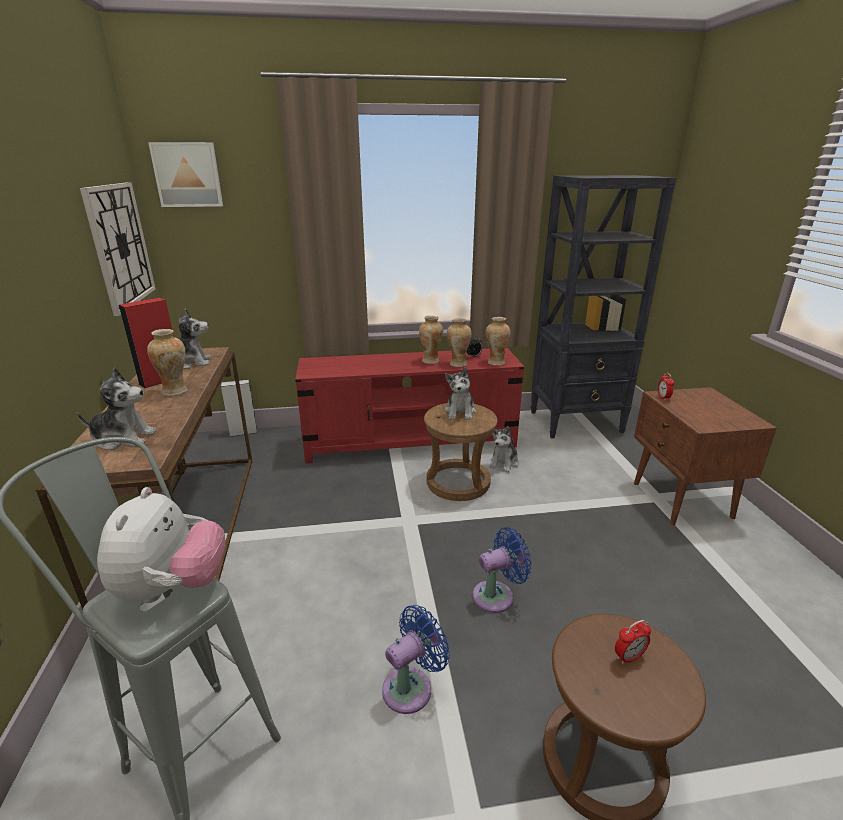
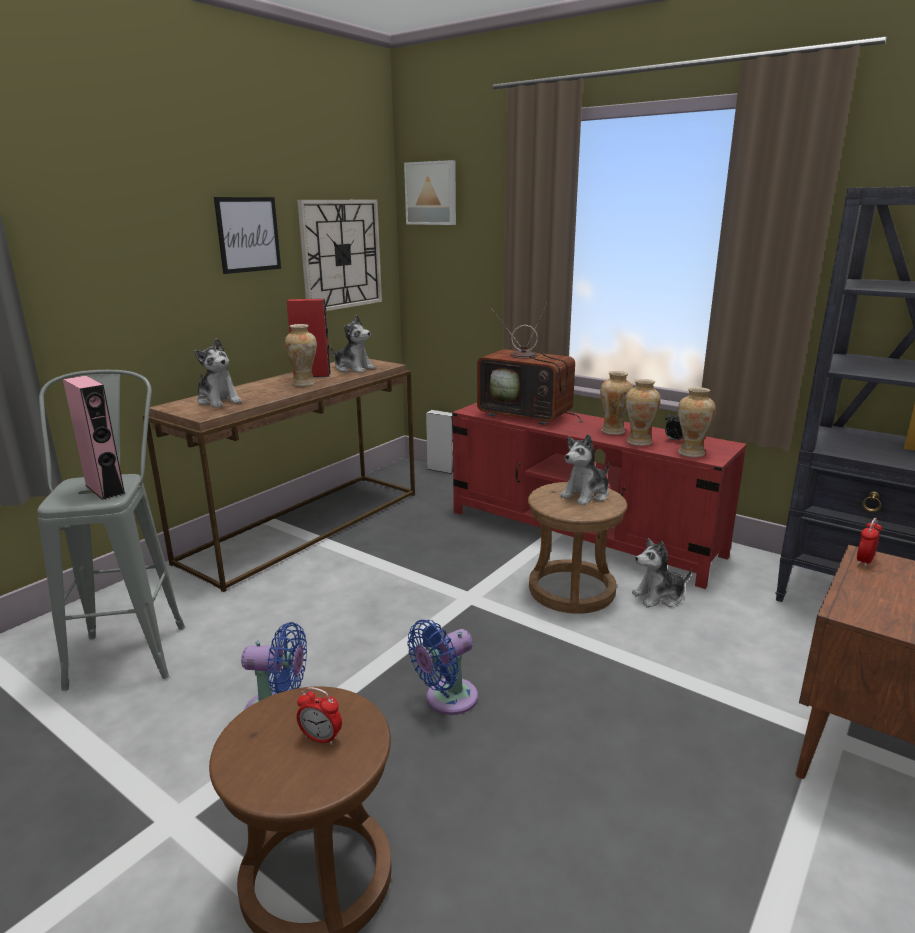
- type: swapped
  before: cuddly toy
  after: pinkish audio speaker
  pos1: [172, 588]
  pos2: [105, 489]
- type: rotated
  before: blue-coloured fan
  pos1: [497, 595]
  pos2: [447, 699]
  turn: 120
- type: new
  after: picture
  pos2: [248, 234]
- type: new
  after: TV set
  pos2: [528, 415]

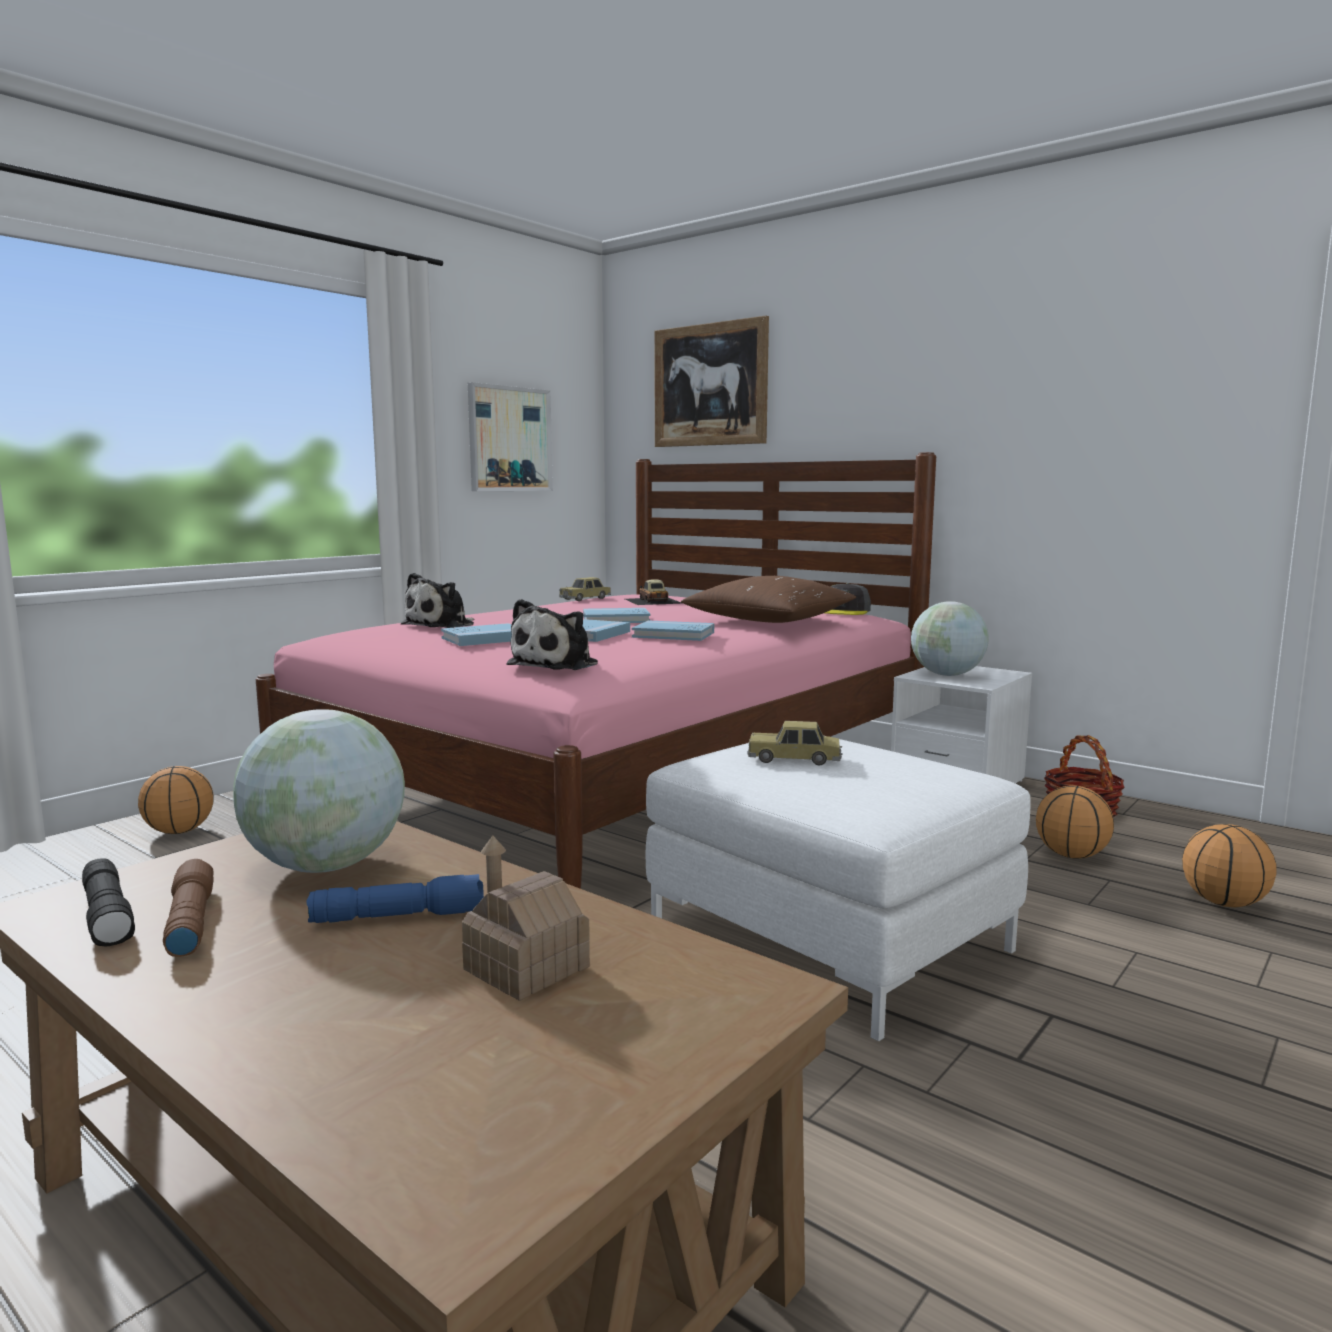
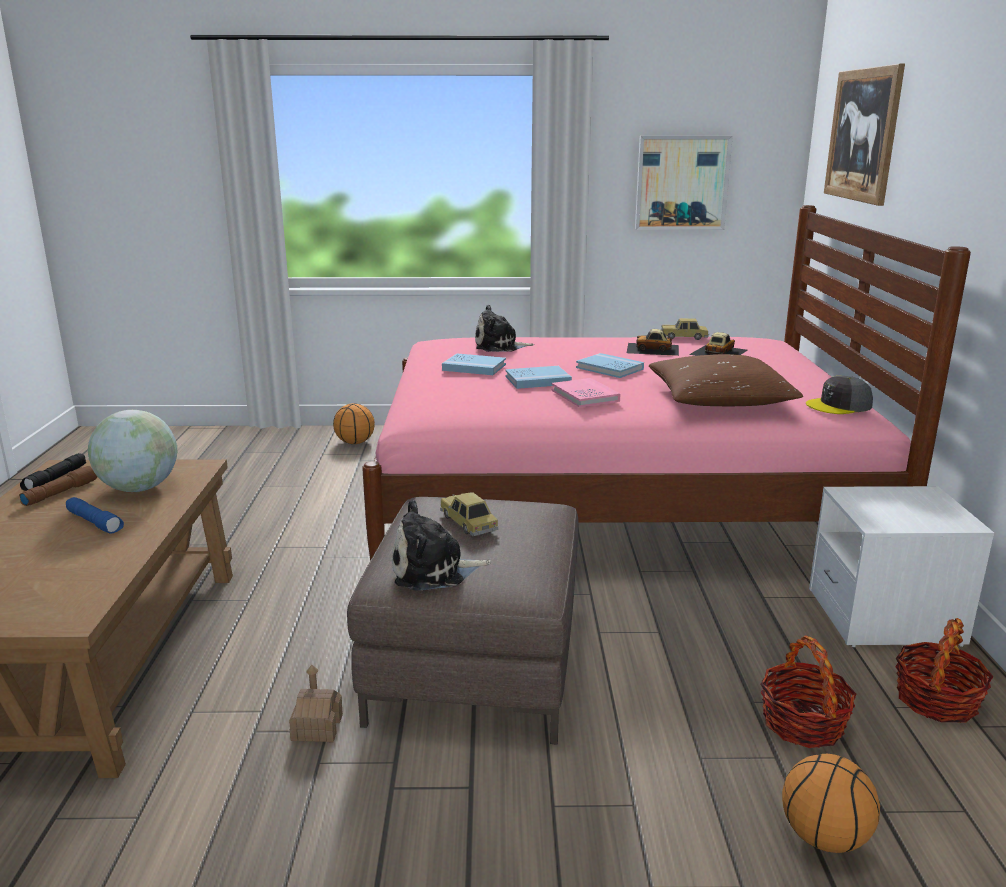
- type: shifted
  before: miniature house
  pos1: [526, 968]
  pos2: [317, 727]
- type: shifted
  before: cuddly toy
  pos1: [557, 664]
  pos2: [433, 571]
- type: repainted
  before: blue-coloured volume
  after: pinkish volume
  pos1: [673, 635]
  pos2: [585, 396]
- type: repainted
  before: whitish footrest
  after: brownish footrest
  pos1: [829, 938]
  pos2: [477, 663]
- type: gone
  before: globe
  pos1: [947, 675]
- type: swapped
  before: basketball
  after: storage basket
  pos1: [1072, 855]
  pos2: [803, 723]
- type: new
  after: toy car
  pos2: [653, 349]

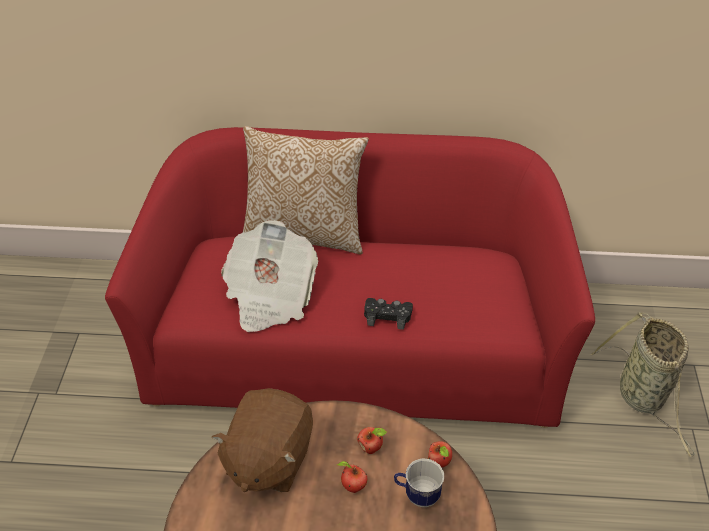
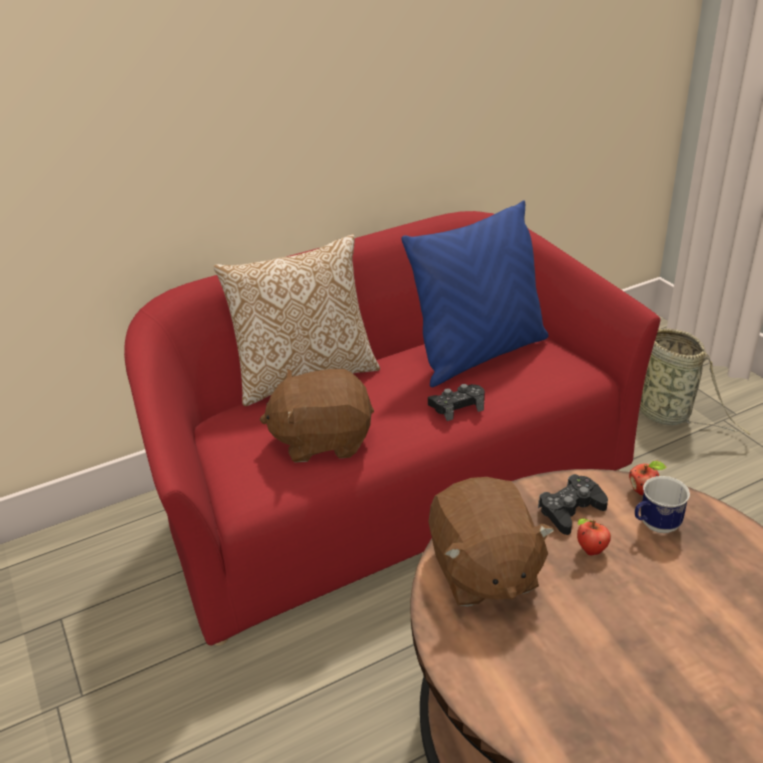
- type: swapped
  before: daily paper
  after: brownish cuddly toy
  pos1: [269, 296]
  pos2: [322, 440]
- type: swapped
  before: whole apple
  after: black-coloured gamepad
  pos1: [371, 448]
  pos2: [571, 510]
- type: new
  after: blue-coloured pillow
  pos2: [479, 355]

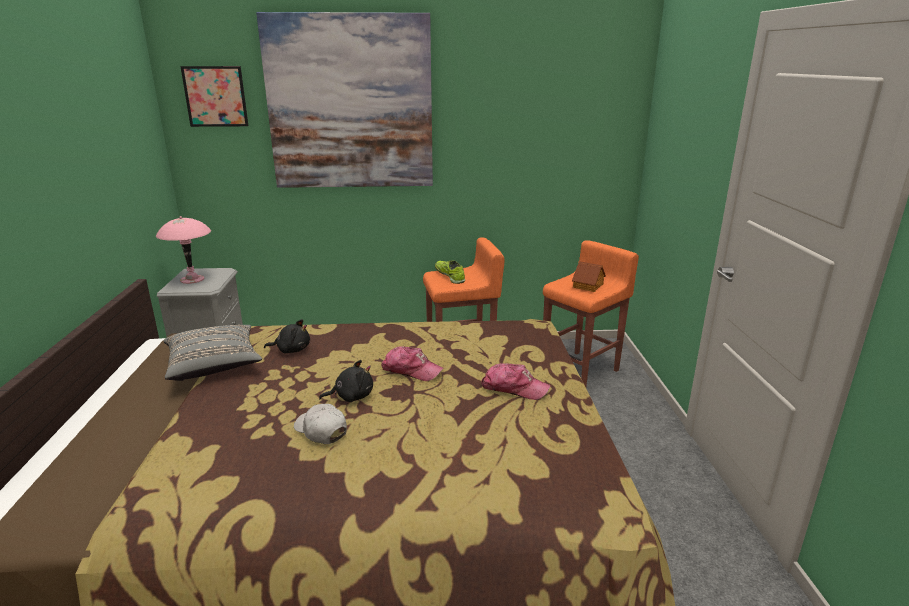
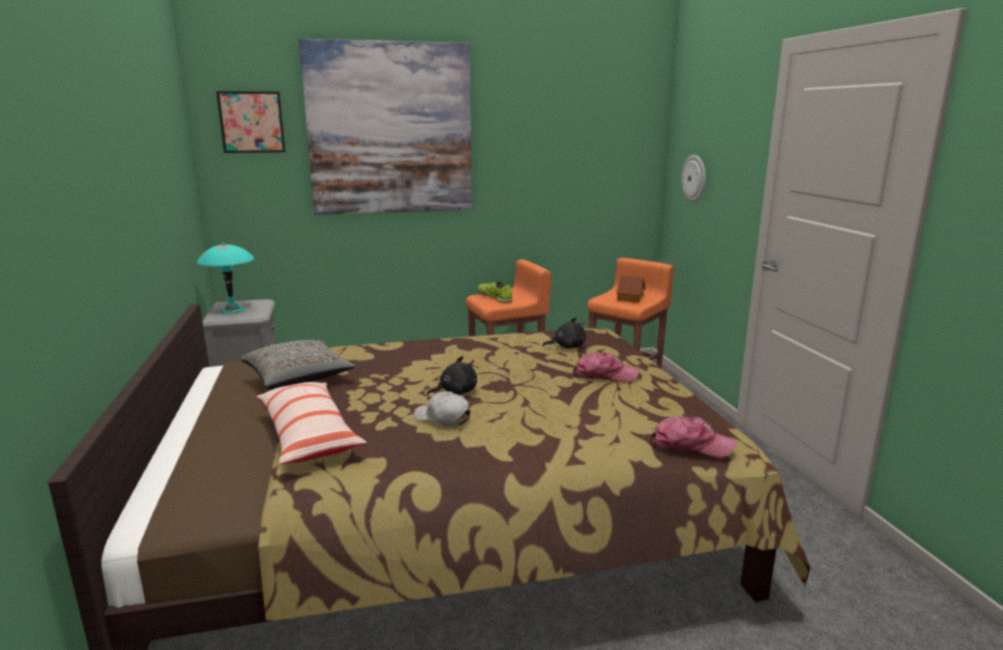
- type: repainted
  before: pinkish tabletop lamp
  after: turquoise-coloured tabletop lamp
  pos1: [192, 279]
  pos2: [232, 310]
- type: shifted
  before: black-coloured cuddly toy
  pos1: [291, 350]
  pos2: [567, 347]
- type: shifted
  before: peaked cap
  pos1: [411, 370]
  pos2: [690, 446]
- type: new
  after: pillow
  pos2: [308, 435]
- type: new
  after: hanging clock
  pos2: [694, 178]

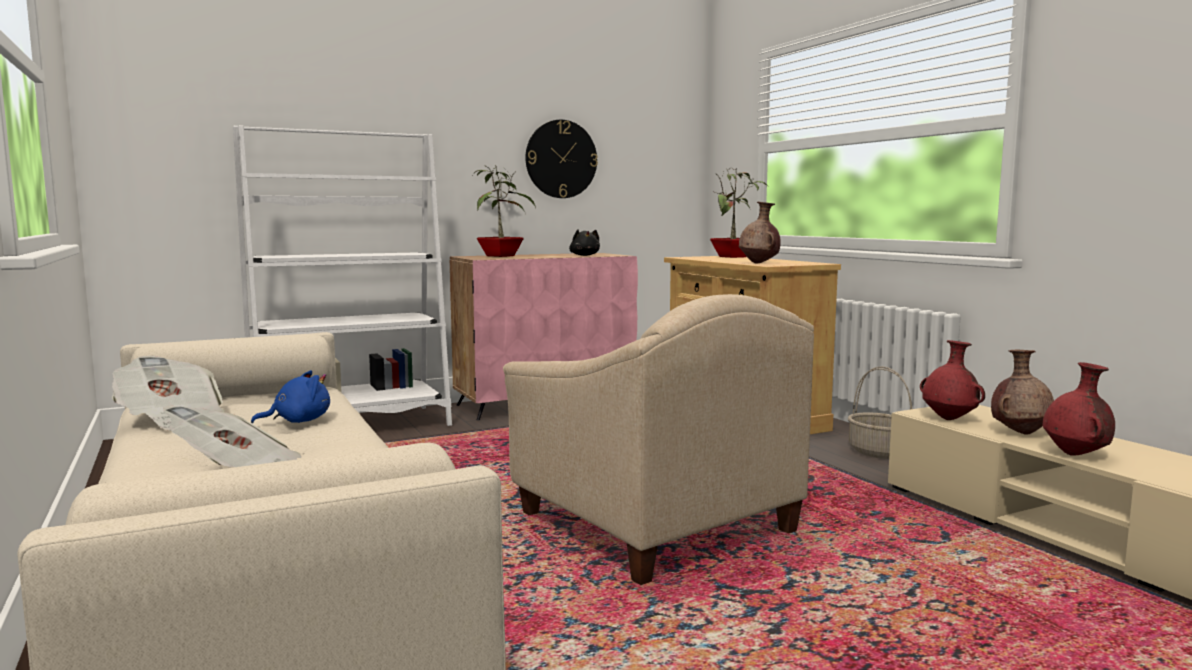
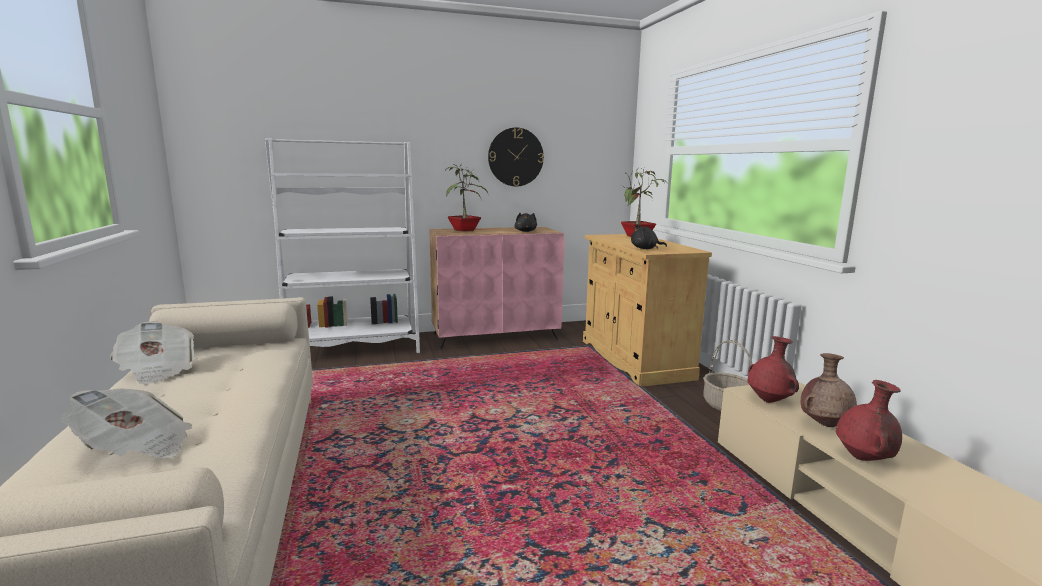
- type: gone
  before: blue-coloured cuddly toy
  pos1: [298, 421]
- type: gone
  before: sand-coloured armchair
  pos1: [651, 524]
- type: swapped
  before: brownish decorative vase
  after: black-coloured cuddly toy
  pos1: [759, 263]
  pos2: [645, 248]

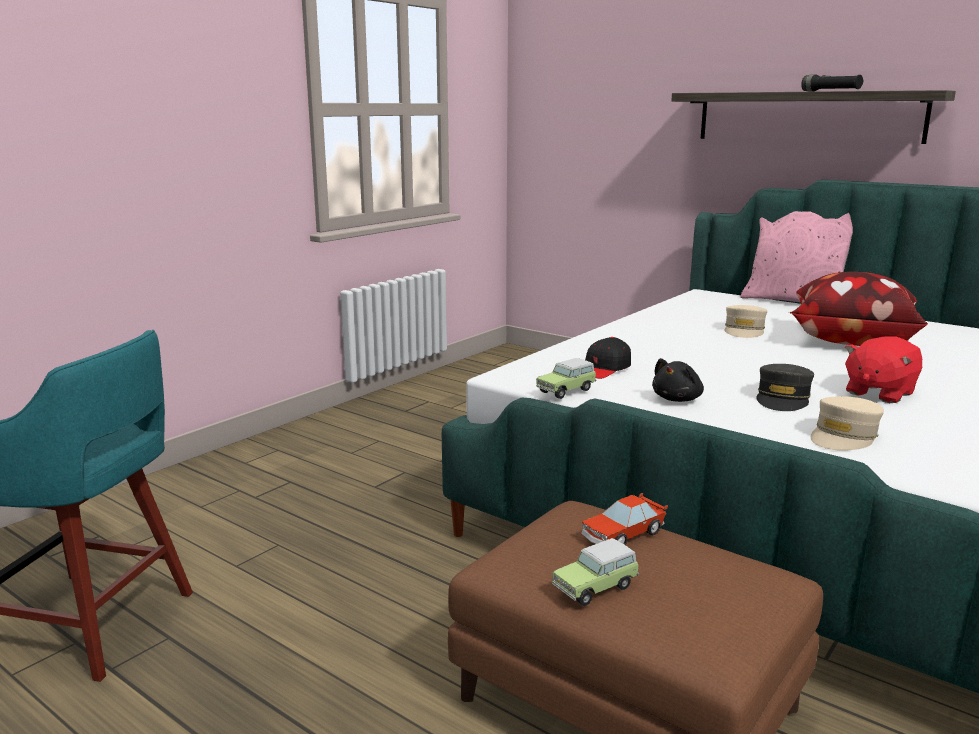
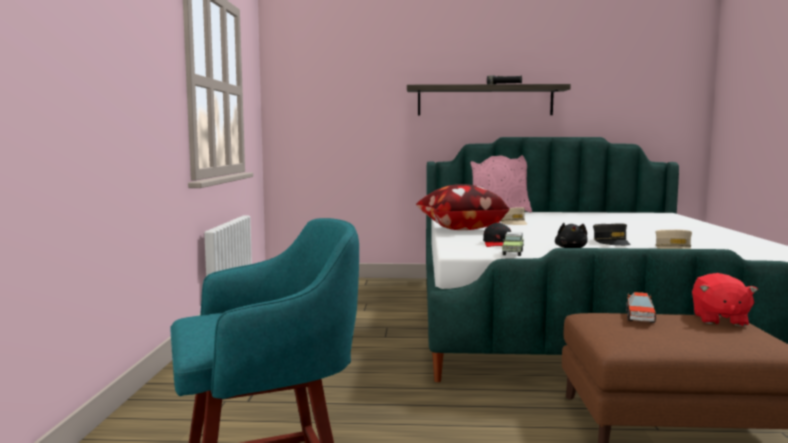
- type: gone
  before: toy car
  pos1: [597, 587]
- type: shifted
  before: pillow
  pos1: [850, 340]
  pos2: [460, 229]
- type: shifted
  before: red-coloured cuddly toy
  pos1: [878, 393]
  pos2: [719, 319]

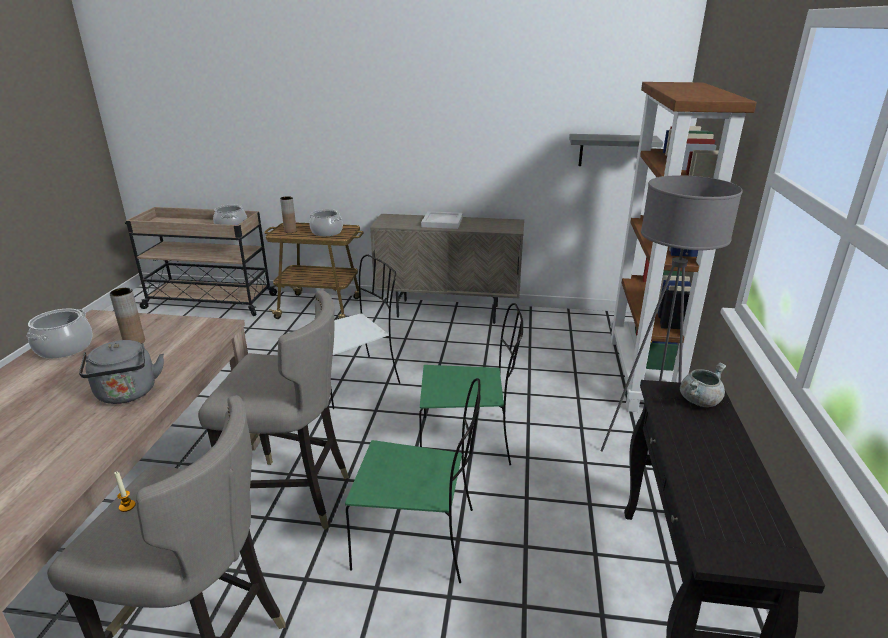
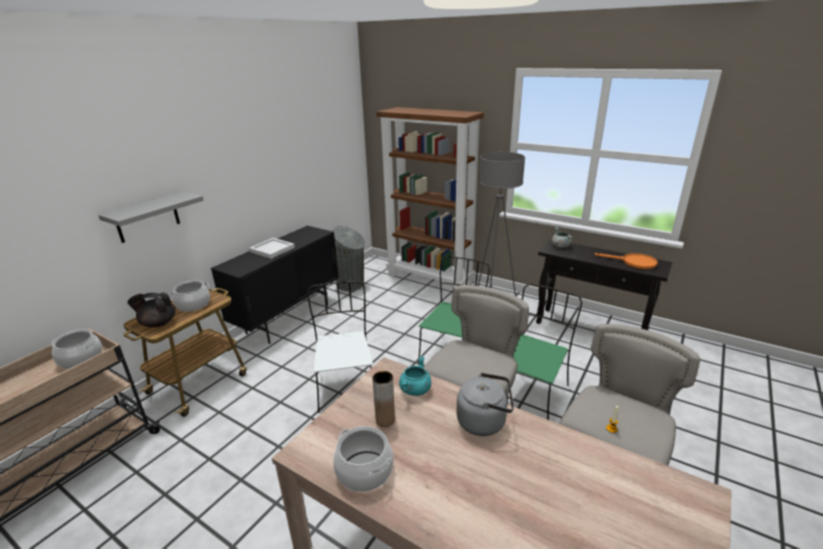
- type: swapped
  before: brownish decorative vase
  after: black-coloured pot for tea
  pos1: [290, 231]
  pos2: [158, 323]
- type: repainted
  before: sand-coloured cupboard
  after: black-coloured cupboard
  pos1: [448, 311]
  pos2: [289, 318]
- type: shifted
  before: gray wall shelf
  pos1: [610, 150]
  pos2: [147, 217]
- type: new
  after: gray trash can
  pos2: [351, 284]
- type: new
  after: turquoise-coloured stockpot
  pos2: [415, 390]
- type: new
  after: orange-coloured frying pan
  pos2: [633, 262]

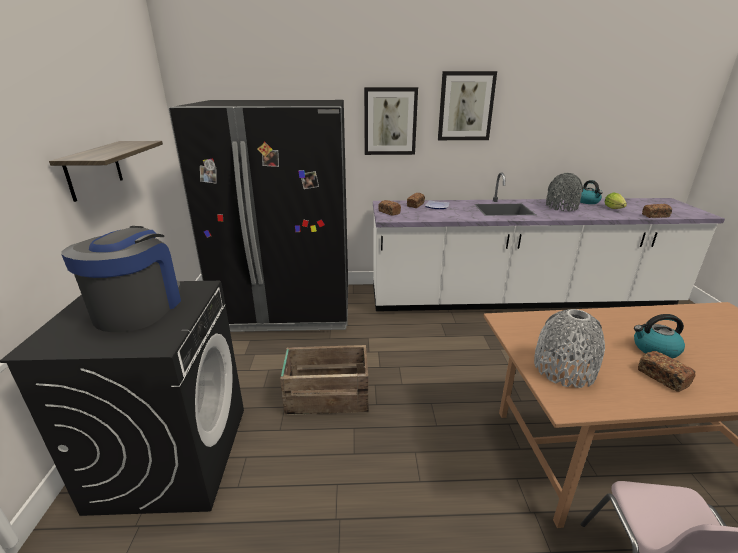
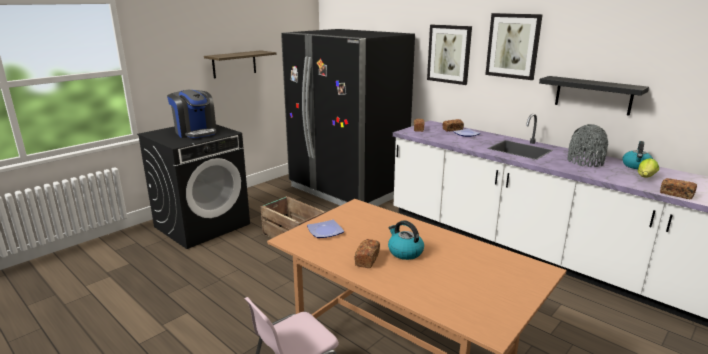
- type: rotated
  before: coffee maker
  pos1: [138, 308]
  pos2: [195, 132]
  turn: 90
- type: swapped
  before: gray decorative vase
  after: plate
  pos1: [564, 369]
  pos2: [326, 231]
- type: new
  after: black-coloured wall shelf
  pos2: [593, 95]

